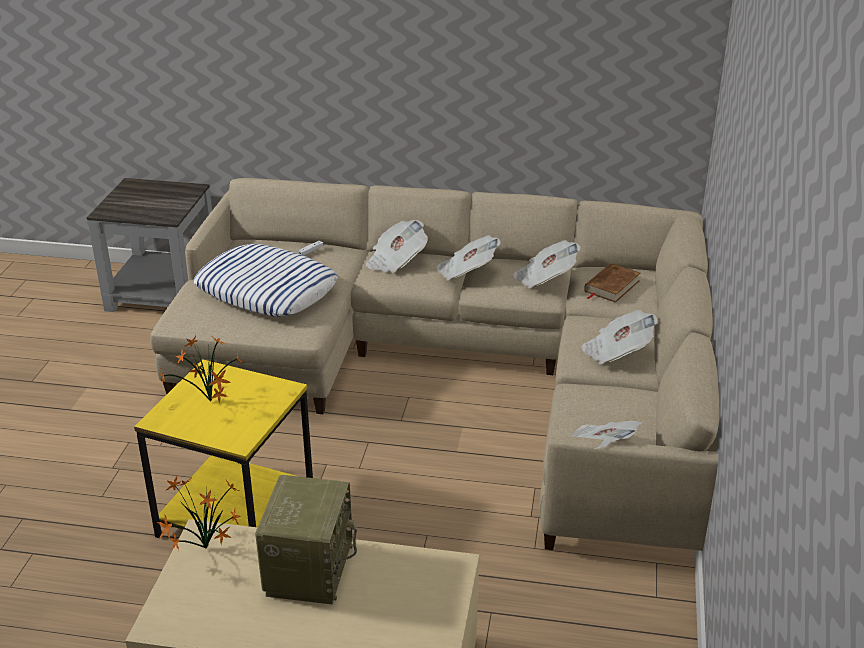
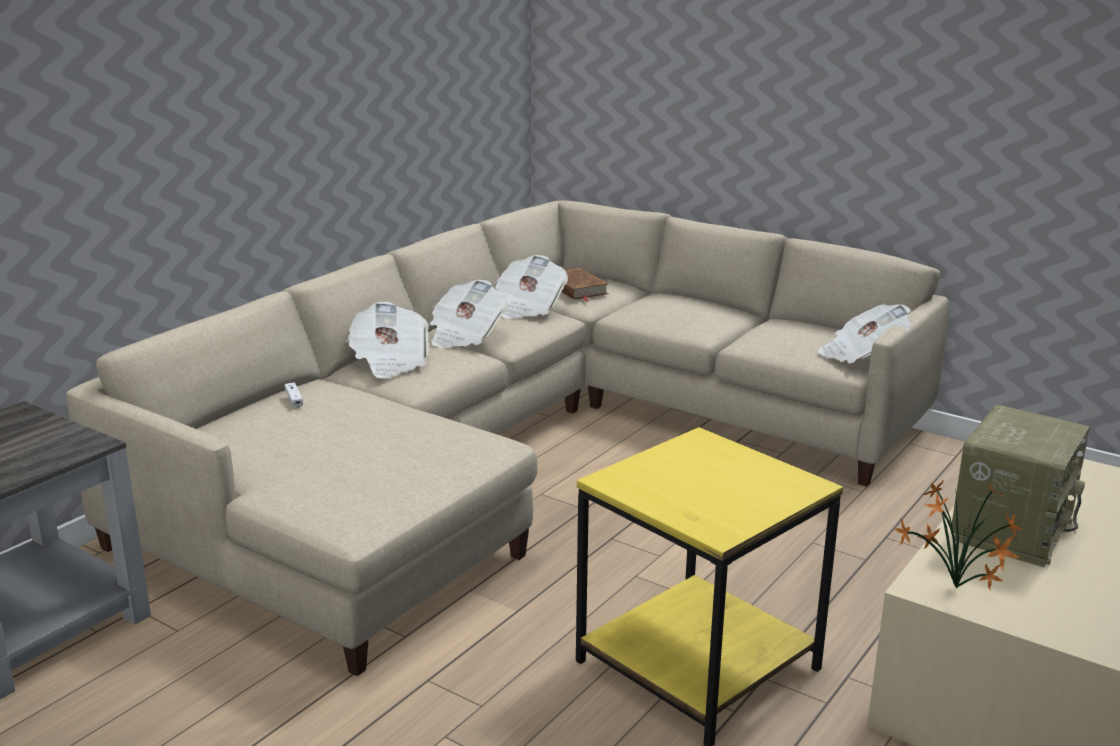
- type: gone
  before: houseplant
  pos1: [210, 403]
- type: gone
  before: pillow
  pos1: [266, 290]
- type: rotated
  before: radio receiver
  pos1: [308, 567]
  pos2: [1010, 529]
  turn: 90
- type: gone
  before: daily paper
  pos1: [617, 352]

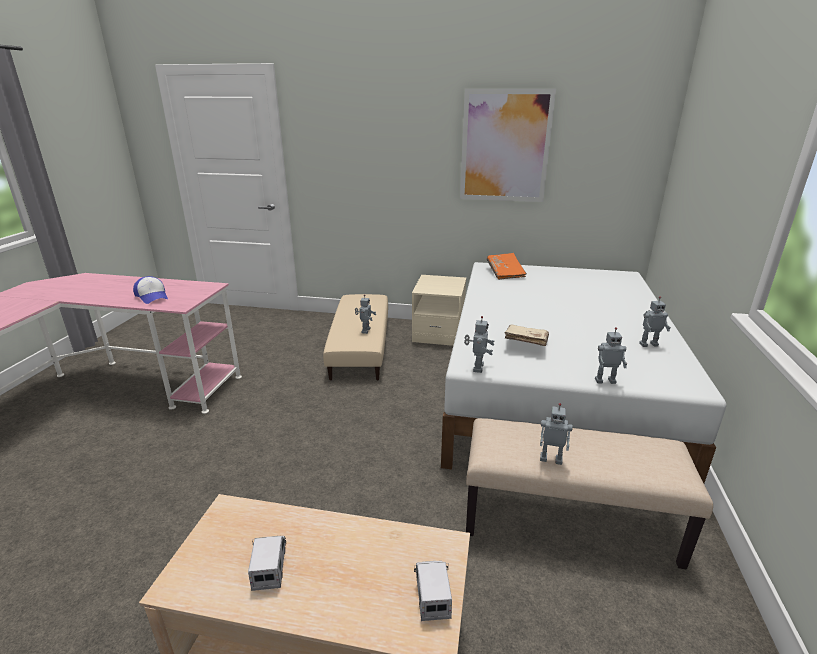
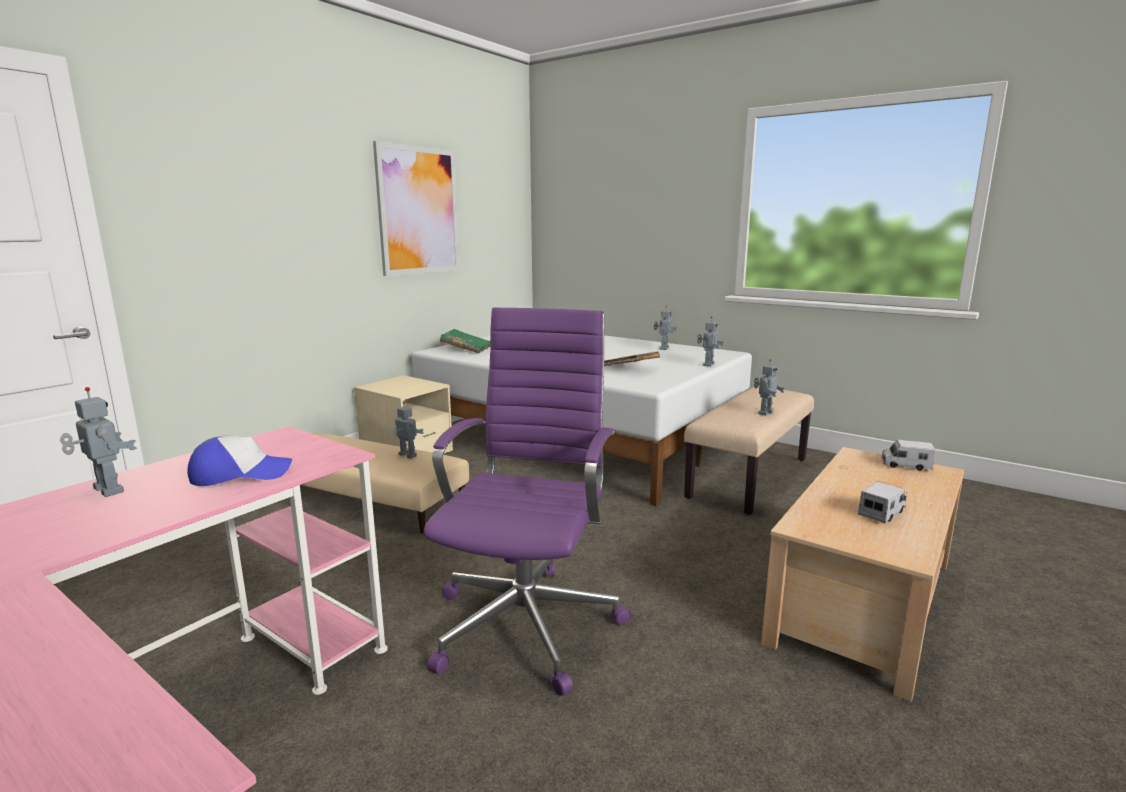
- type: rotated
  before: toy truck
  pos1: [270, 567]
  pos2: [882, 513]
  turn: 120
- type: shifted
  before: model robot
  pos1: [477, 367]
  pos2: [106, 491]
- type: repainted
  before: orange-coloured volume
  after: green volume
  pos1: [505, 273]
  pos2: [466, 349]
- type: new
  after: purple-coloured office chair
  pos2: [528, 621]

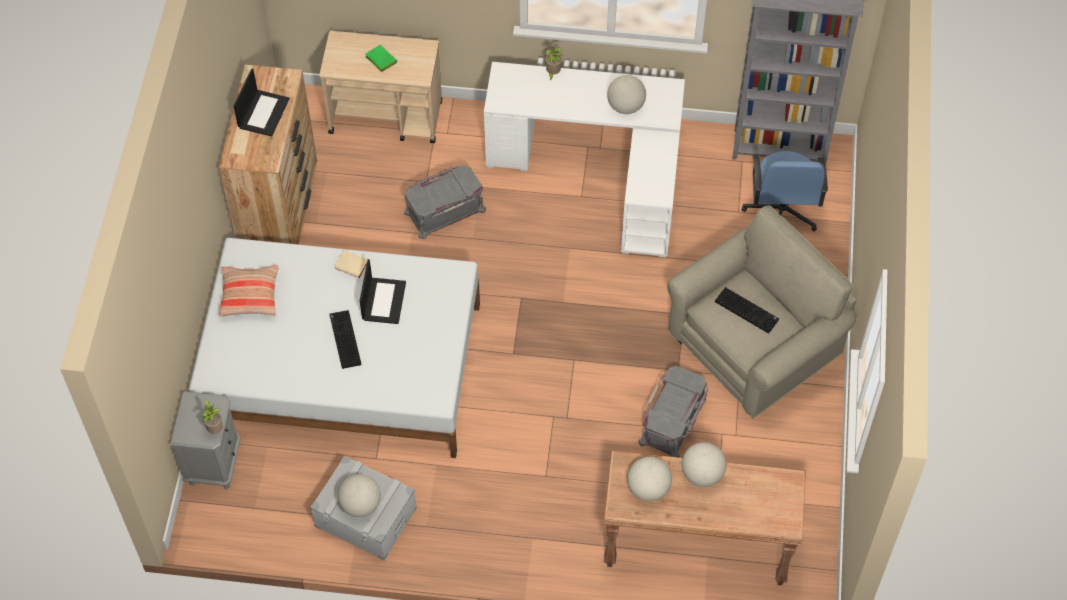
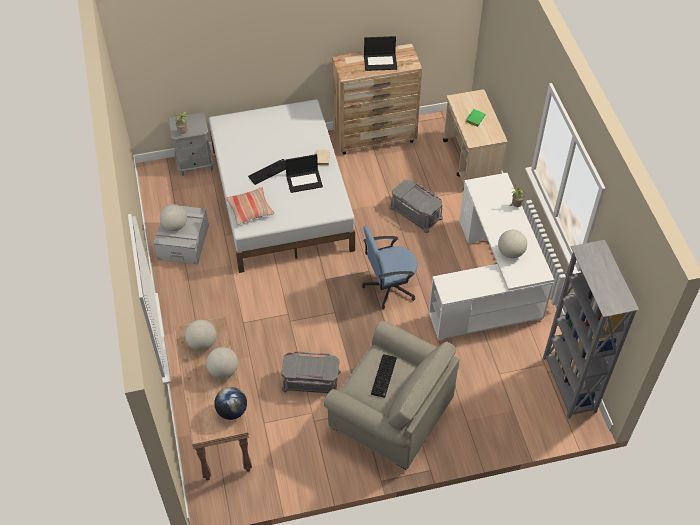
- type: shifted
  before: pillow
  pos1: [249, 295]
  pos2: [250, 209]
- type: shifted
  before: blue-coloured office chair
  pos1: [781, 212]
  pos2: [389, 287]
- type: new
  after: globe
  pos2: [232, 411]

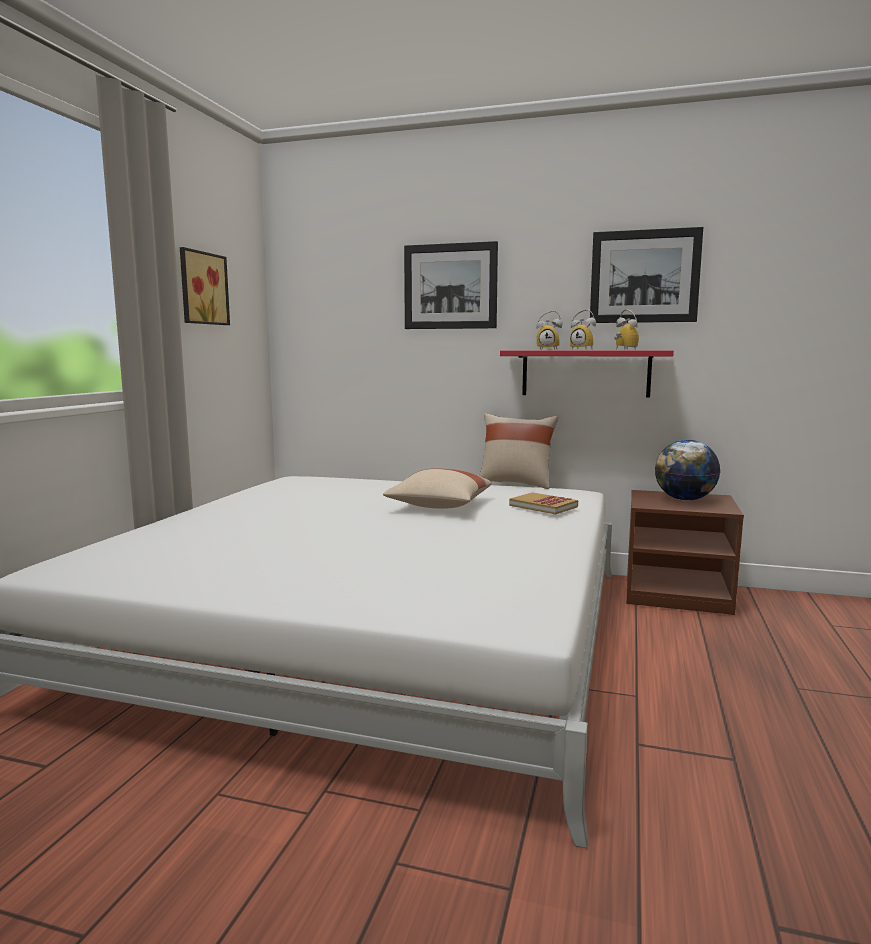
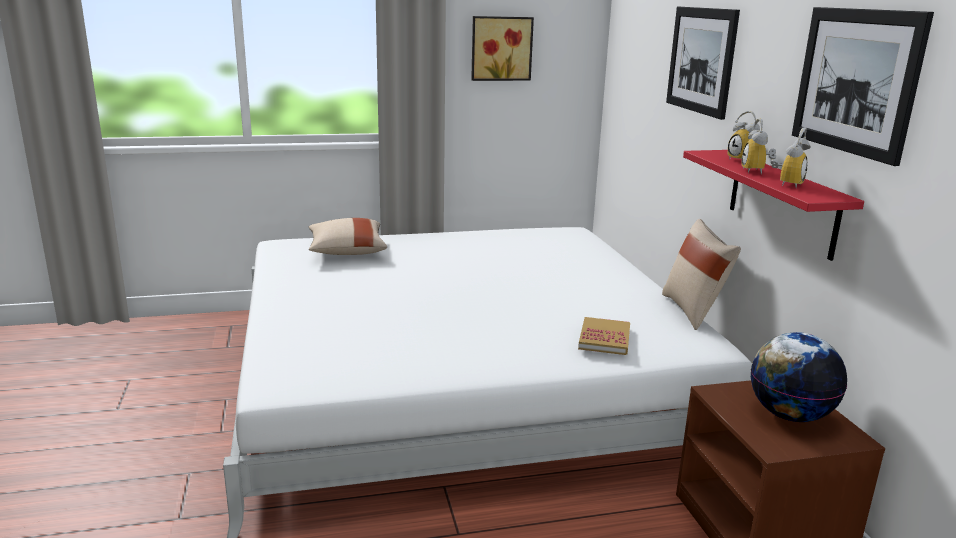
- type: shifted
  before: sand-coloured pillow
  pos1: [438, 506]
  pos2: [347, 251]

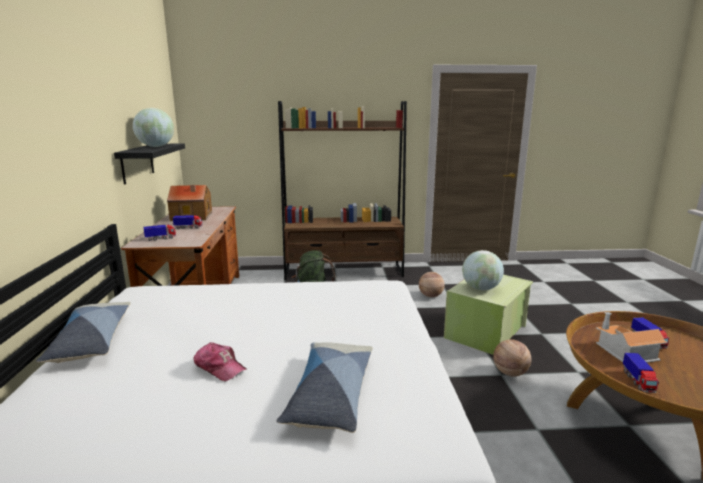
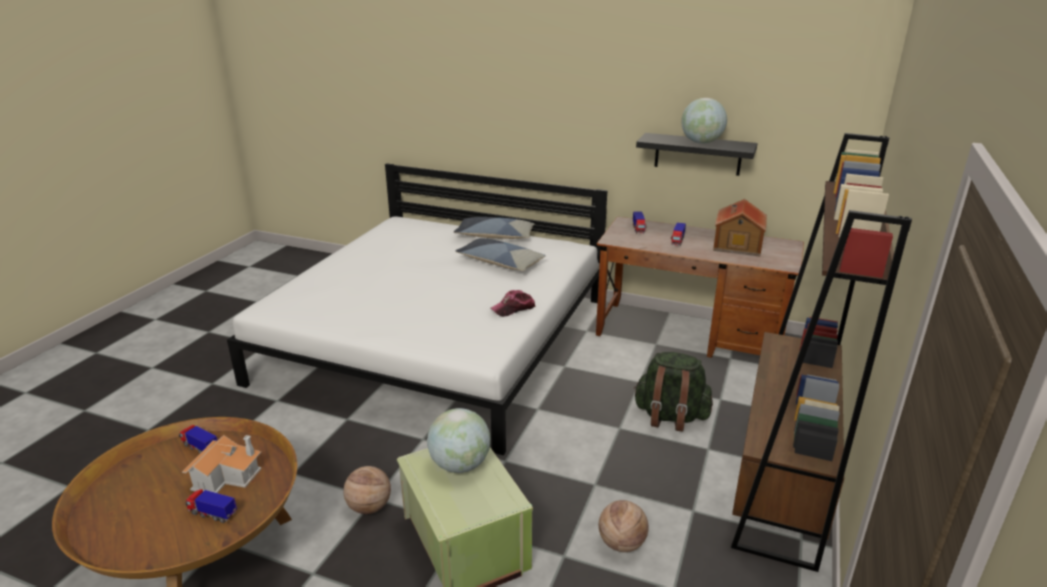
- type: shifted
  before: peaked cap
  pos1: [219, 367]
  pos2: [513, 308]
- type: shifted
  before: pillow
  pos1: [330, 394]
  pos2: [500, 262]

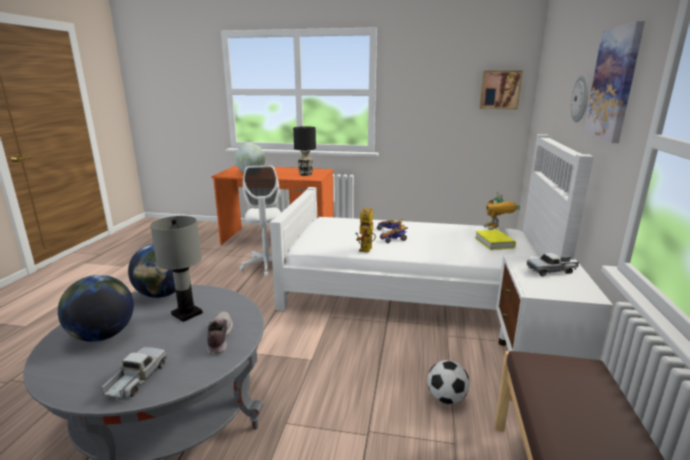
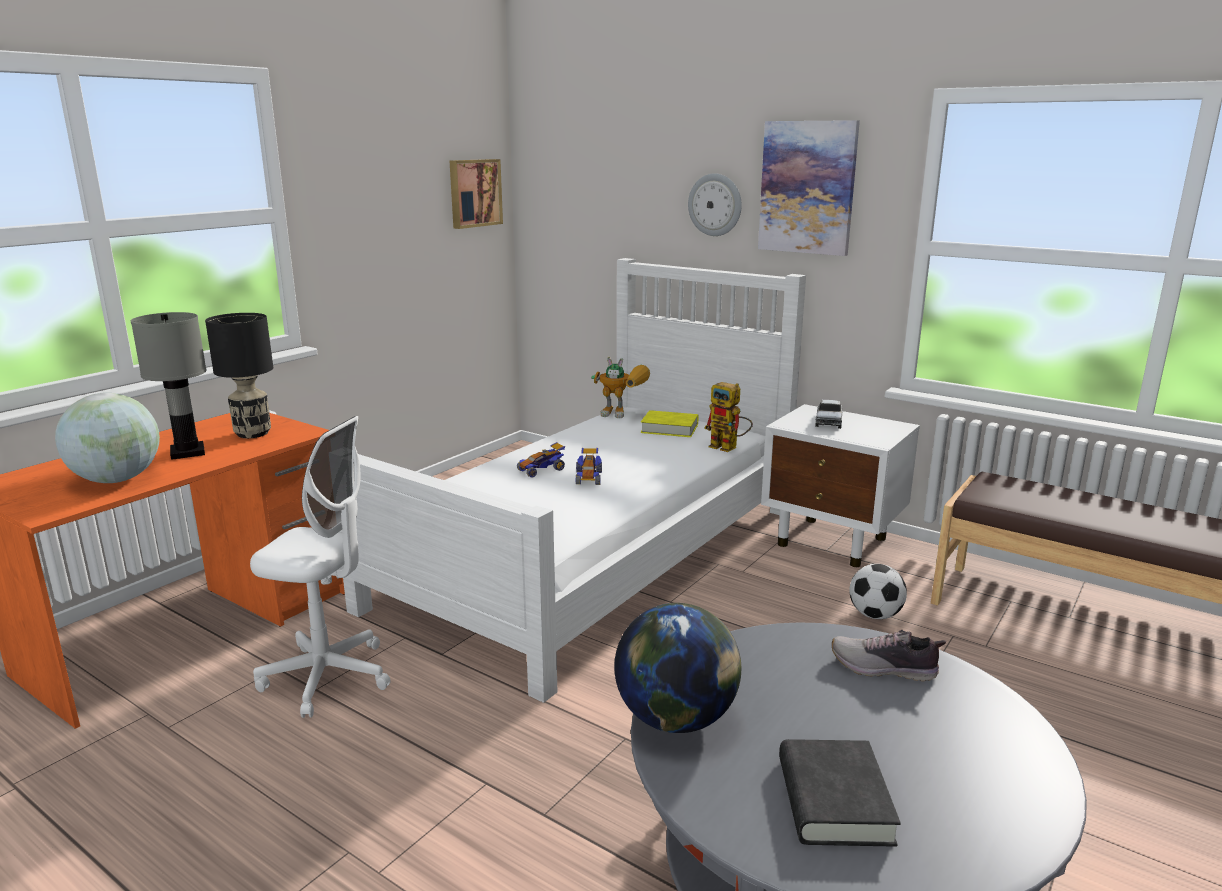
- type: swapped
  before: globe
  after: black-coloured volume
  pos1: [103, 335]
  pos2: [834, 801]
- type: gone
  before: toy truck
  pos1: [136, 379]
- type: shifted
  before: gray tabletop lamp
  pos1: [187, 313]
  pos2: [187, 452]
- type: shifted
  before: model robot
  pos1: [366, 251]
  pos2: [729, 448]

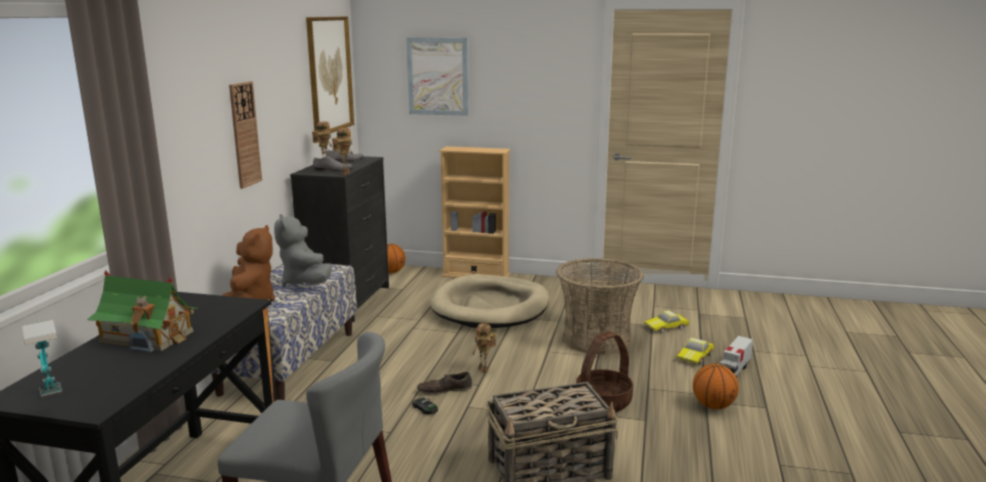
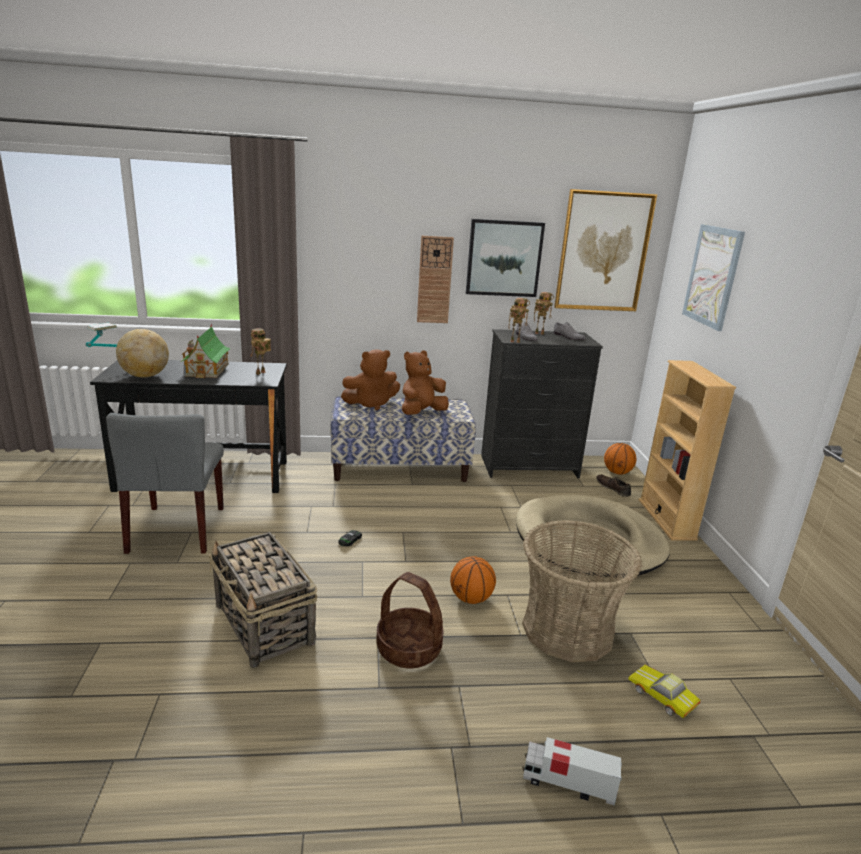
- type: repainted
  before: gray cuddly toy
  after: brownish cuddly toy
  pos1: [305, 282]
  pos2: [421, 413]
- type: shifted
  before: brownish shoe
  pos1: [444, 390]
  pos2: [613, 488]
- type: shifted
  before: model robot
  pos1: [484, 370]
  pos2: [261, 373]
- type: gone
  before: toy car
  pos1: [696, 356]
- type: shifted
  before: basketball
  pos1: [713, 406]
  pos2: [471, 598]
- type: new
  after: globe
  pos2: [145, 376]
- type: new
  after: picture
  pos2: [504, 258]

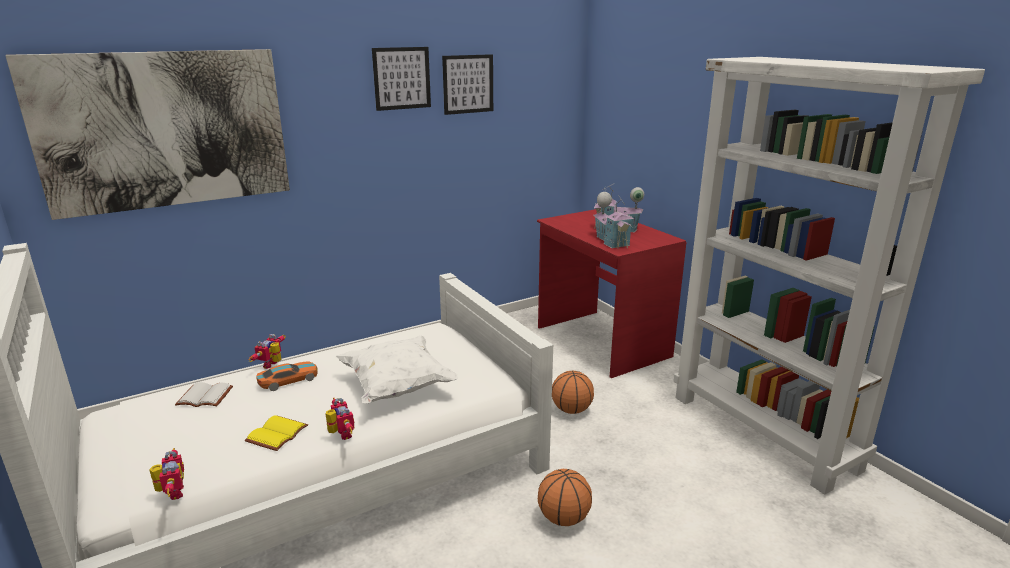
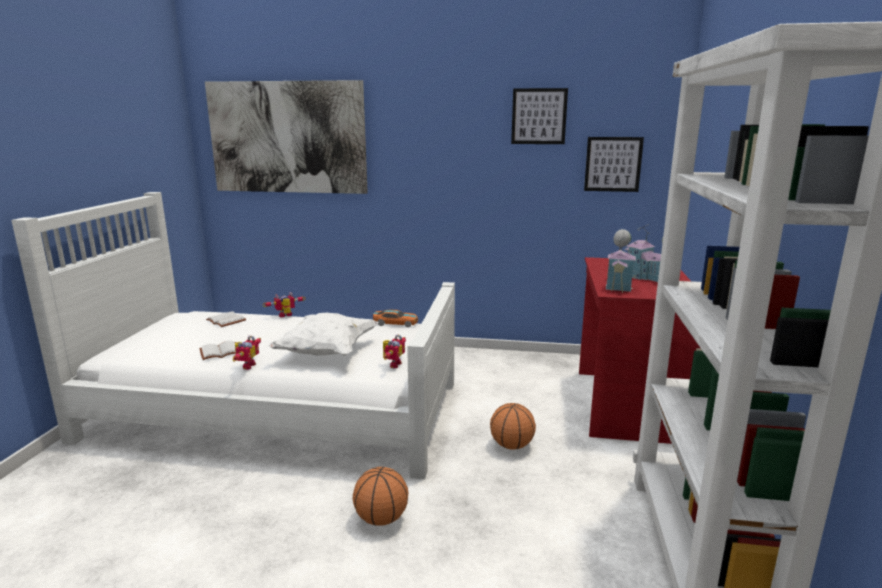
- type: shifted
  before: model robot
  pos1: [171, 493]
  pos2: [392, 364]
- type: repainted
  before: yellow volume
  after: whitish volume
  pos1: [277, 435]
  pos2: [219, 352]
- type: shifted
  before: toy car
  pos1: [288, 380]
  pos2: [395, 323]
- type: shifted
  before: picture
  pos1: [402, 78]
  pos2: [613, 164]

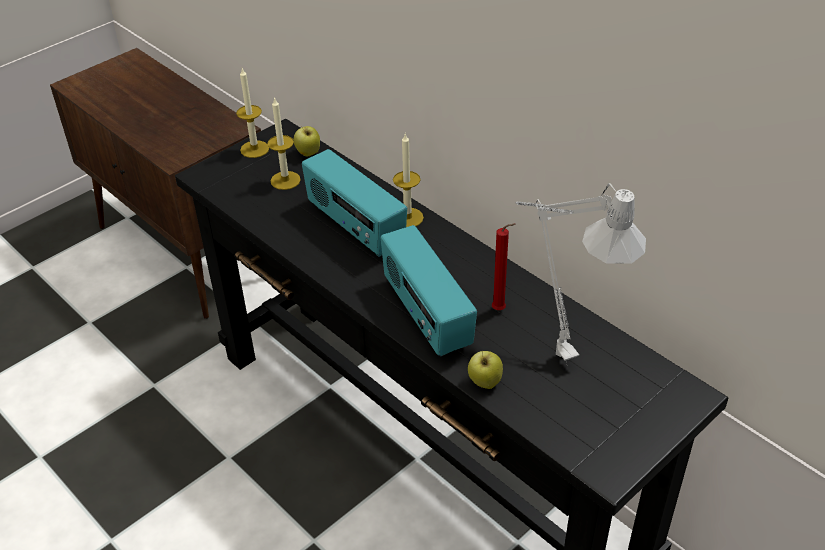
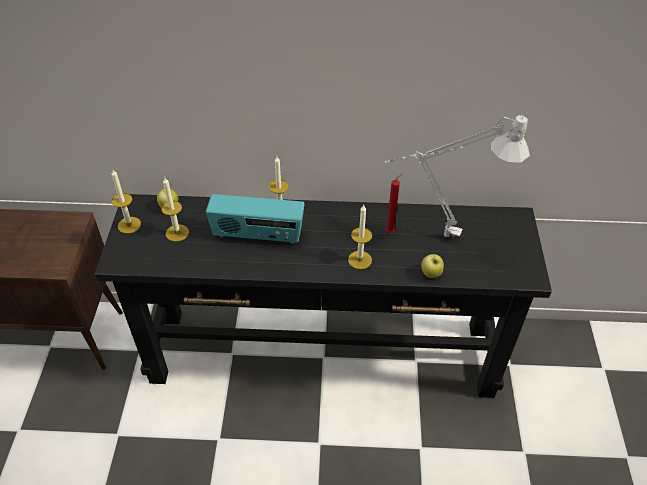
- type: swapped
  before: radio receiver
  after: wax light
  pos1: [426, 316]
  pos2: [360, 260]

